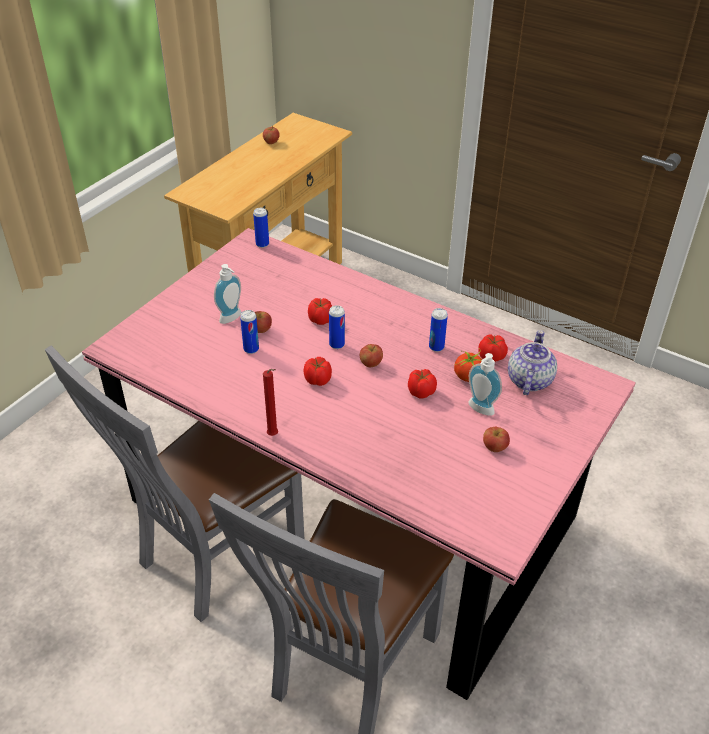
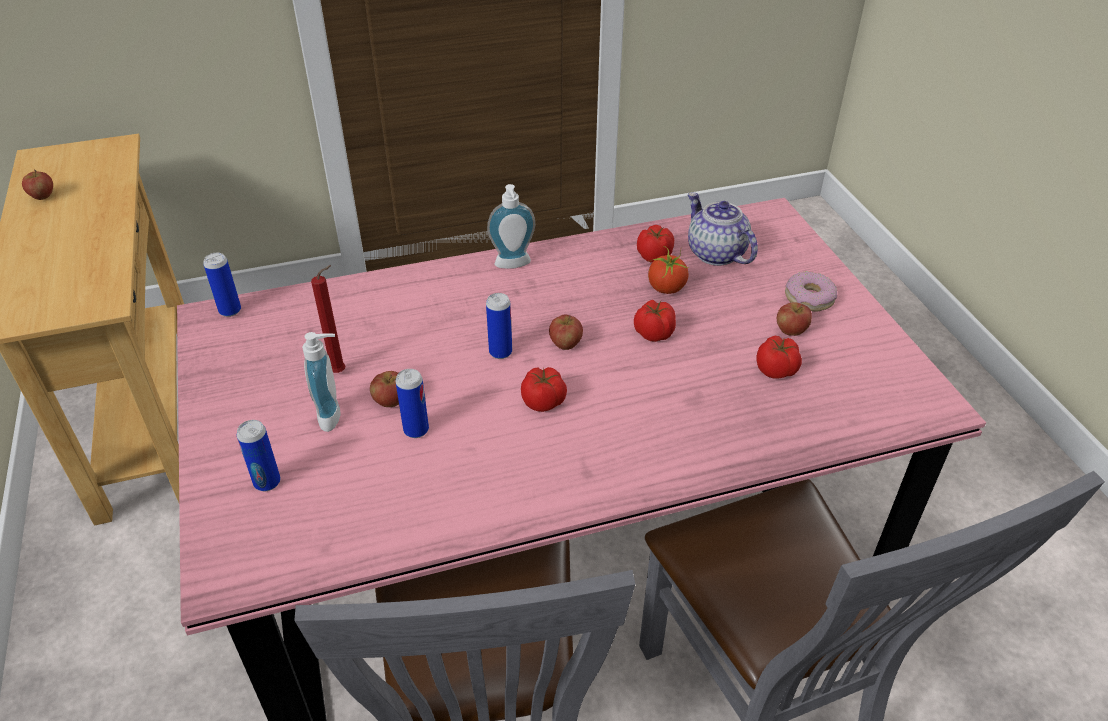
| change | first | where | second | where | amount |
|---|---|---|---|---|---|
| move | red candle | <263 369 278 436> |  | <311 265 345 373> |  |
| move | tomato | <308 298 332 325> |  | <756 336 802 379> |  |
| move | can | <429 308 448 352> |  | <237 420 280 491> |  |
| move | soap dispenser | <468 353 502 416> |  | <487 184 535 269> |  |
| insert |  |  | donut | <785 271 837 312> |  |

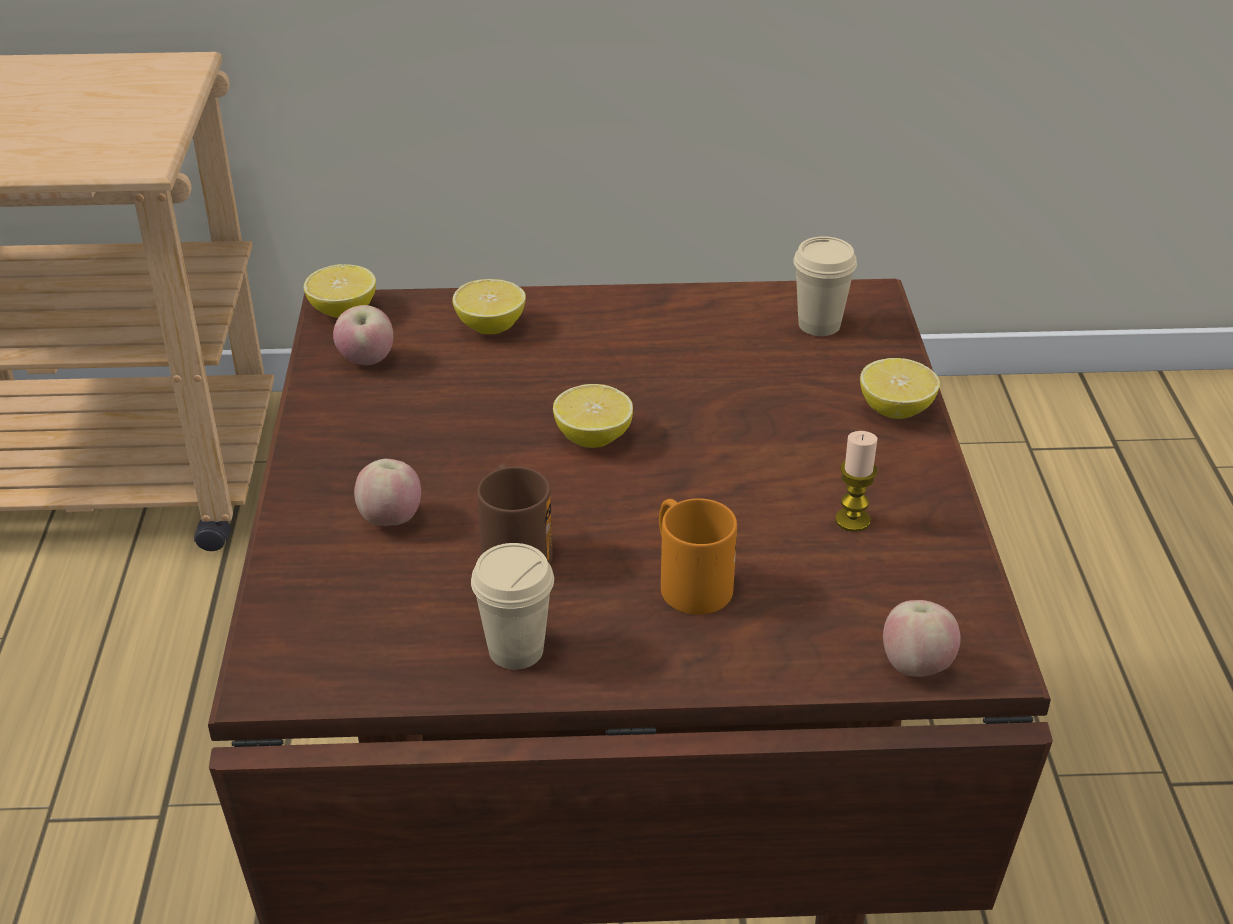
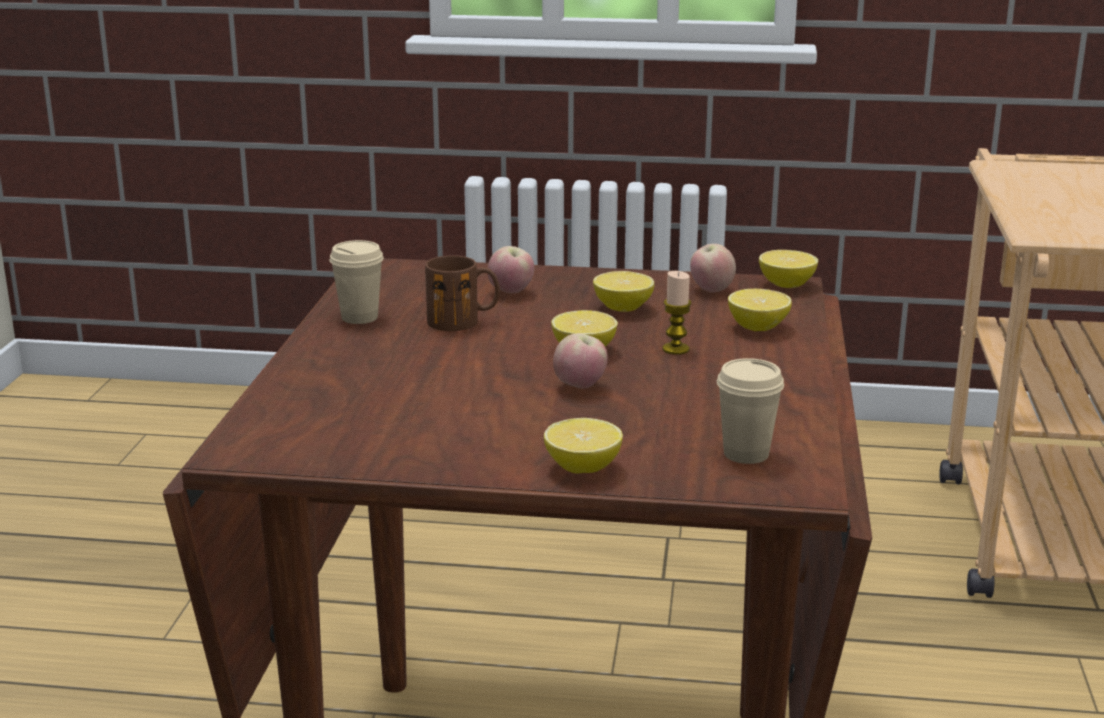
| change | first | where | second | where | amount |
|---|---|---|---|---|---|
| delete | orange mug | <659 498 737 615> |  |  |  |
| move | candle | <835 431 878 532> |  | <662 271 692 355> |  |
| move | apple | <883 600 961 677> |  | <553 333 608 389> |  |
| insert |  |  | lemon | <593 271 654 312> |  |

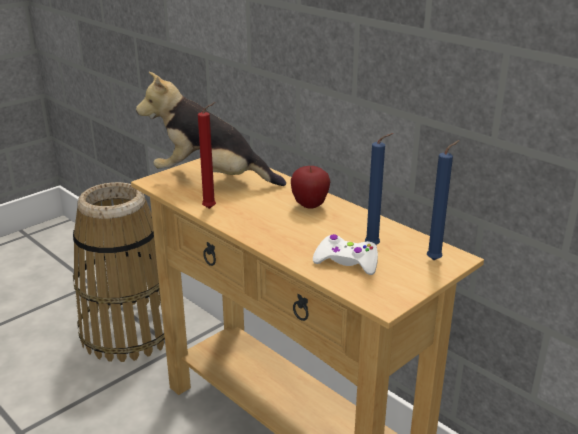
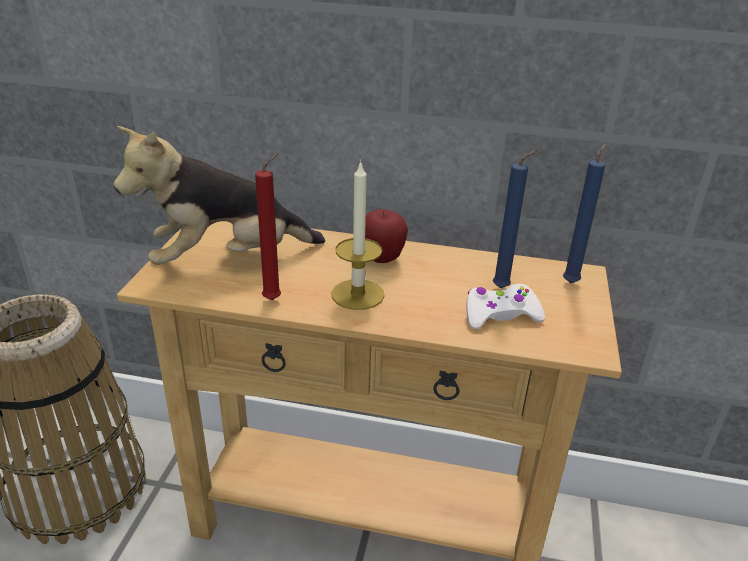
| change | first | where | second | where | amount |
|---|---|---|---|---|---|
| insert |  |  | candle | <331 160 385 310> |  |

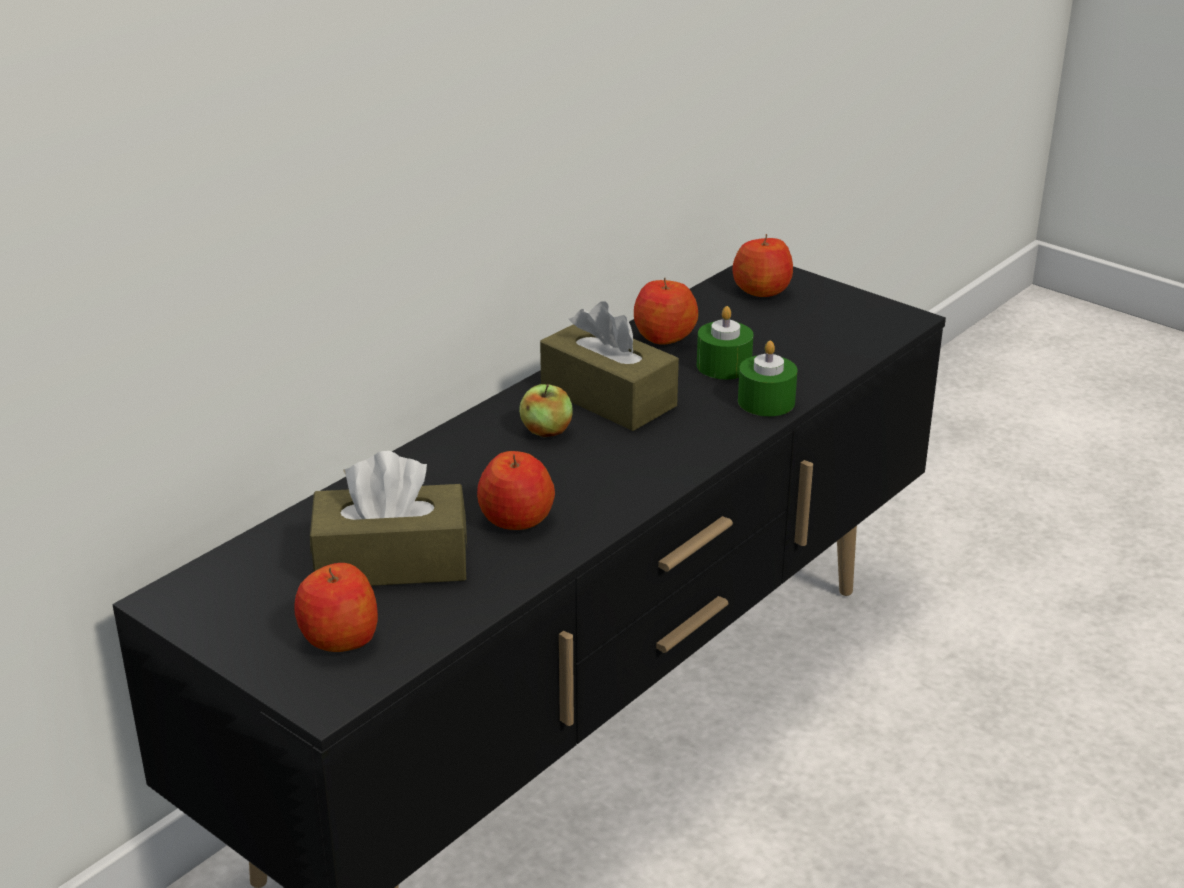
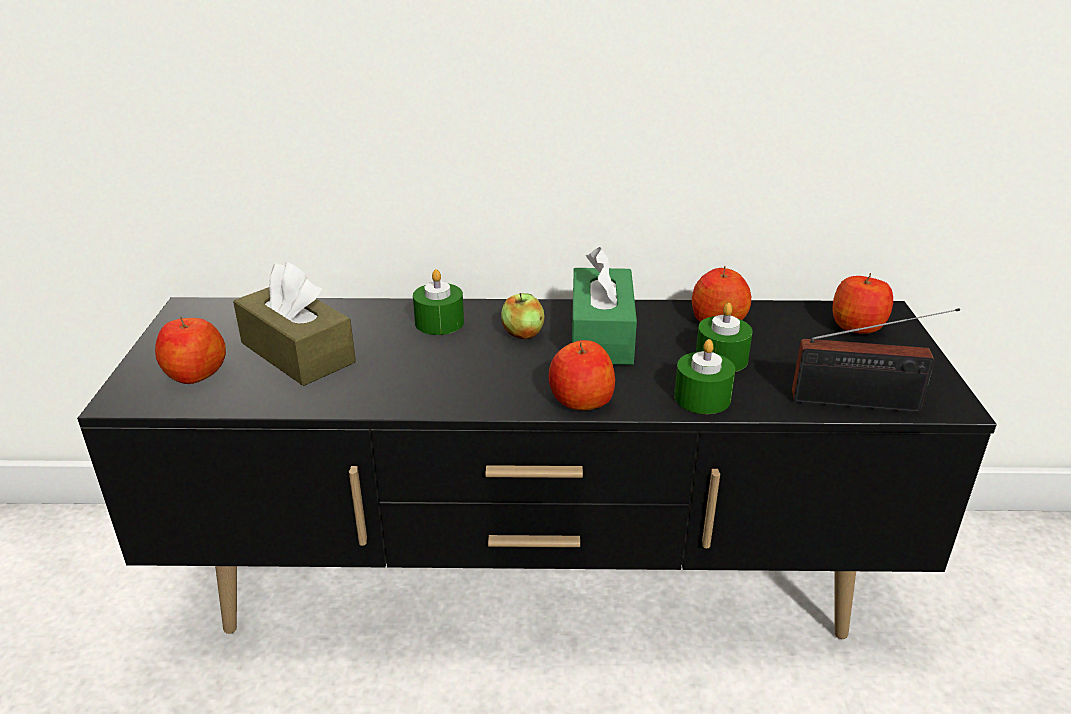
| change | first | where | second | where | amount |
|---|---|---|---|---|---|
| move | apple | <477 451 555 530> |  | <549 340 615 410> |  |
| recolor | brown tissue box | <540 301 679 431> | green tissue box | <572 247 637 365> |  |
| insert |  |  | green candle | <413 269 464 335> |  |
| insert |  |  | radio | <792 308 960 412> |  |

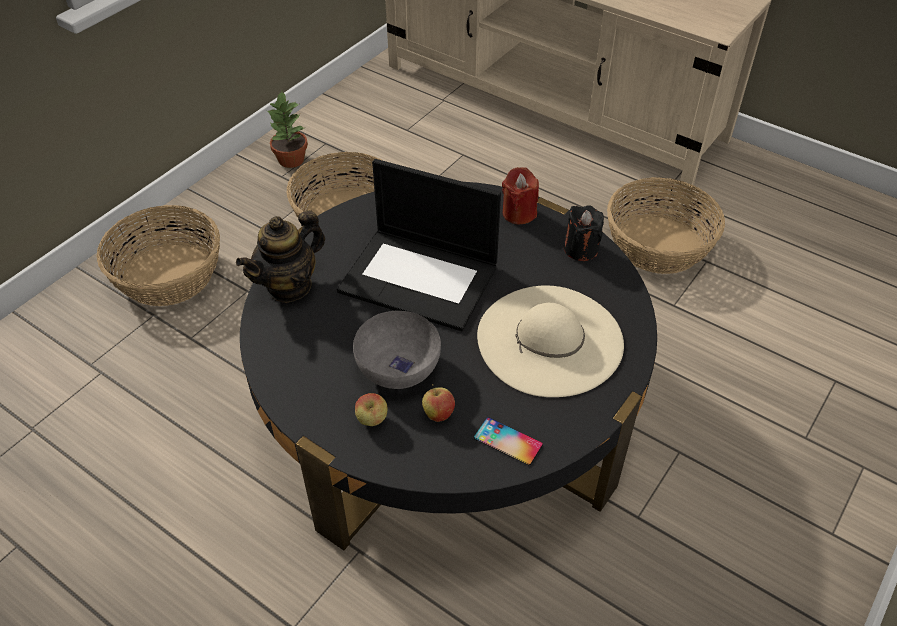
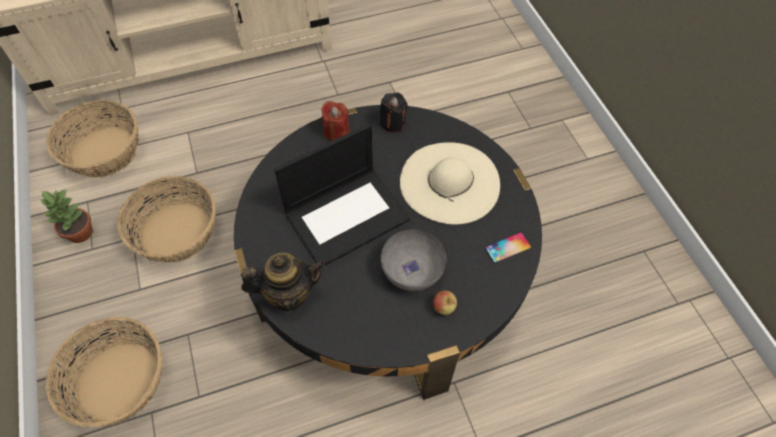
| change | first | where | second | where | amount |
|---|---|---|---|---|---|
| rotate | teapot | <236 210 325 303> |  | <241 253 325 311> | 90 degrees counterclockwise |
| delete | apple | <422 384 455 422> |  |  |  |
| move | basket | <607 177 725 274> |  | <46 100 139 177> |  |

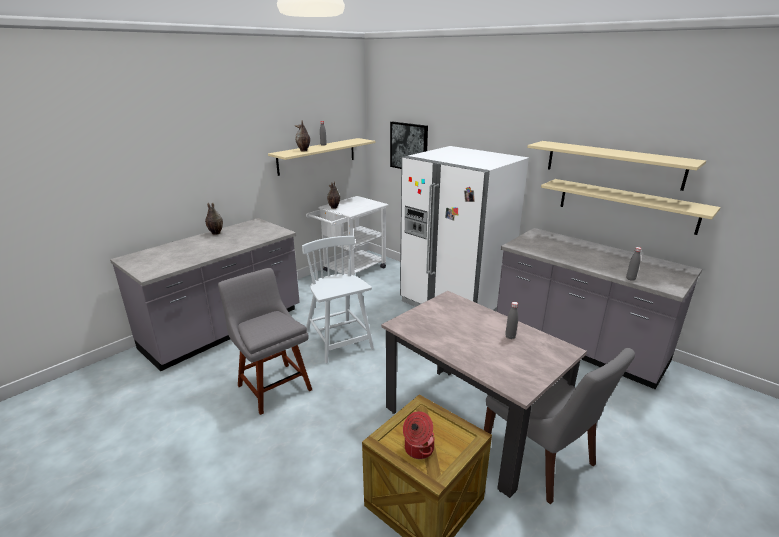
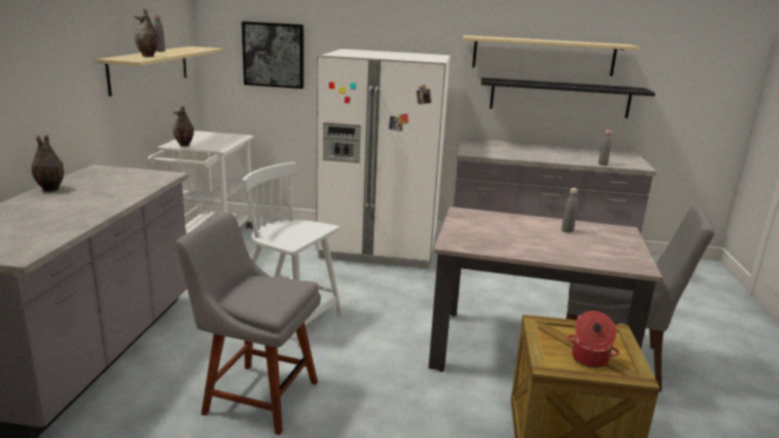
| change | first | where | second | where | amount |
|---|---|---|---|---|---|
| recolor | beige shelf | <541 179 721 235> | black shelf | <481 78 655 118> |  |

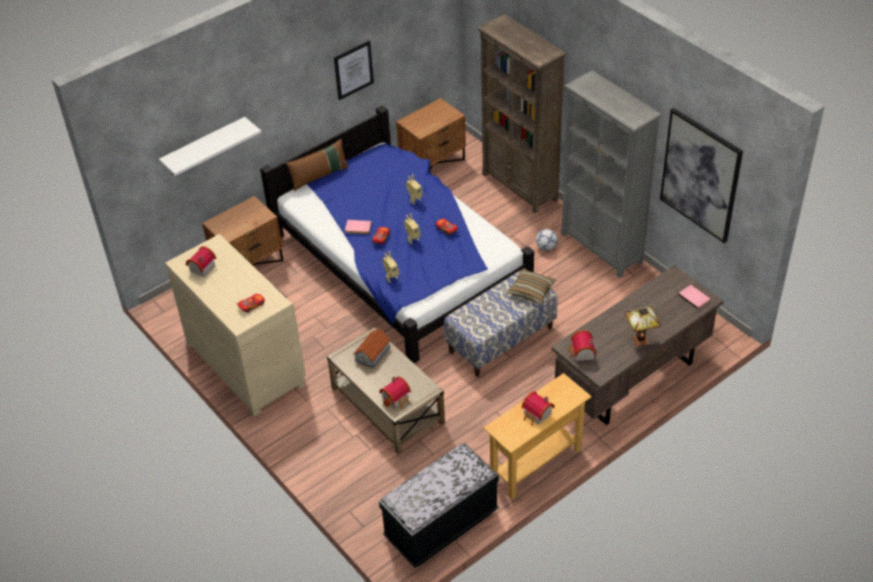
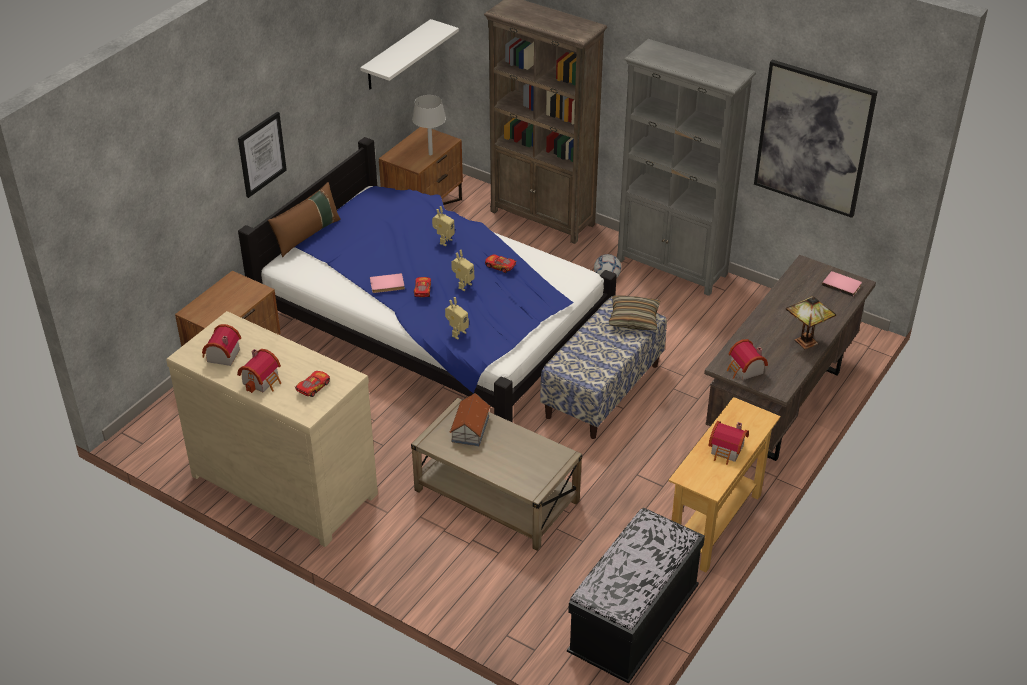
| change | first | where | second | where | amount |
|---|---|---|---|---|---|
| move | white shelf | <159 117 261 176> |  | <360 19 459 89> |  |
| move | picture | <334 41 374 100> |  | <238 112 287 198> |  |
| move | toy house | <379 377 411 409> |  | <237 349 281 393> |  |
| insert |  |  | grey table lamp | <412 95 446 155> |  |

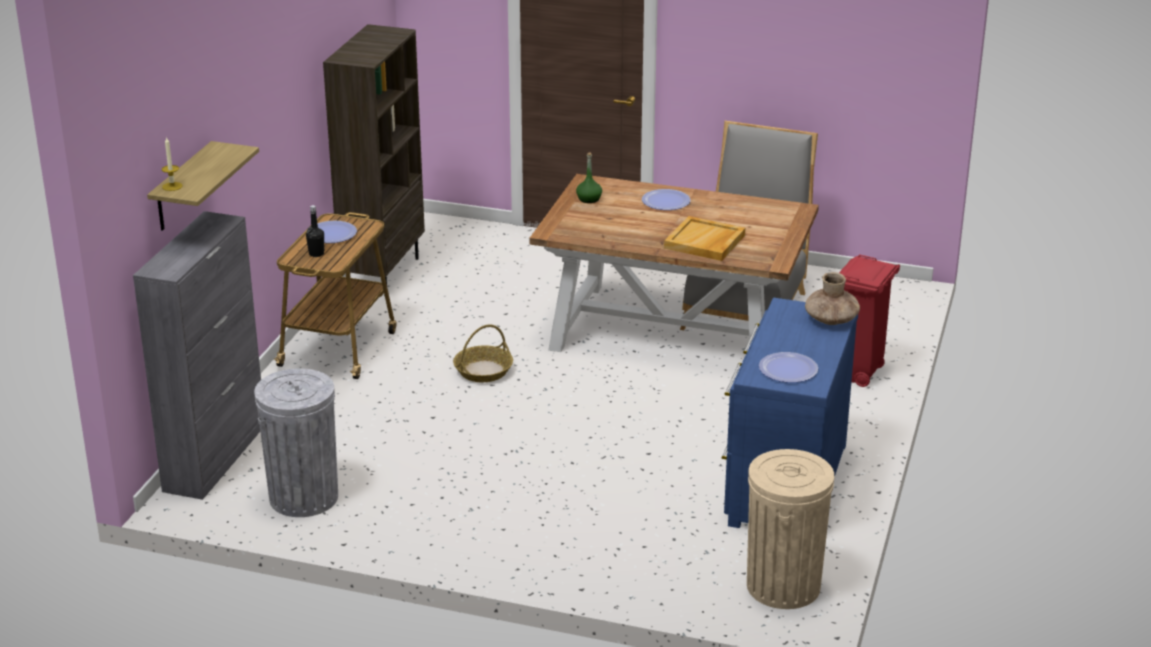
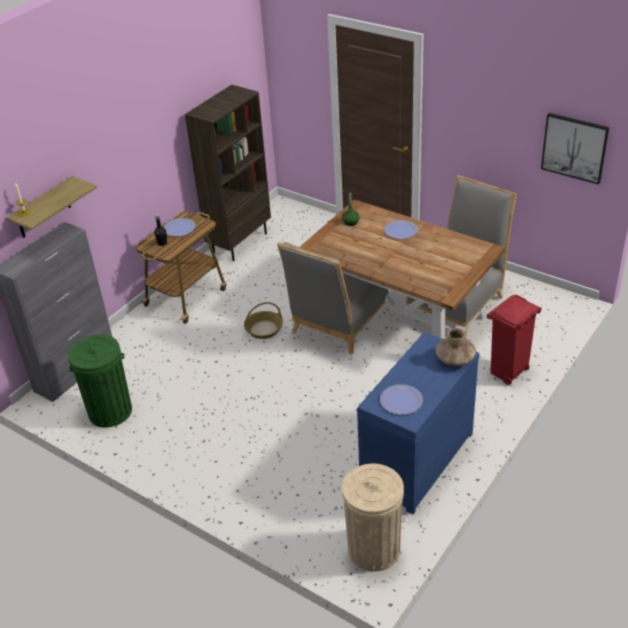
| change | first | where | second | where | amount |
|---|---|---|---|---|---|
| recolor | grey trash can | <254 368 338 517> | green trash can | <68 334 132 428> |  |
| delete | beige tray | <664 216 745 261> |  |  |  |
| insert |  |  | grey chair | <277 242 389 355> |  |
| insert |  |  | picture | <541 113 609 185> |  |

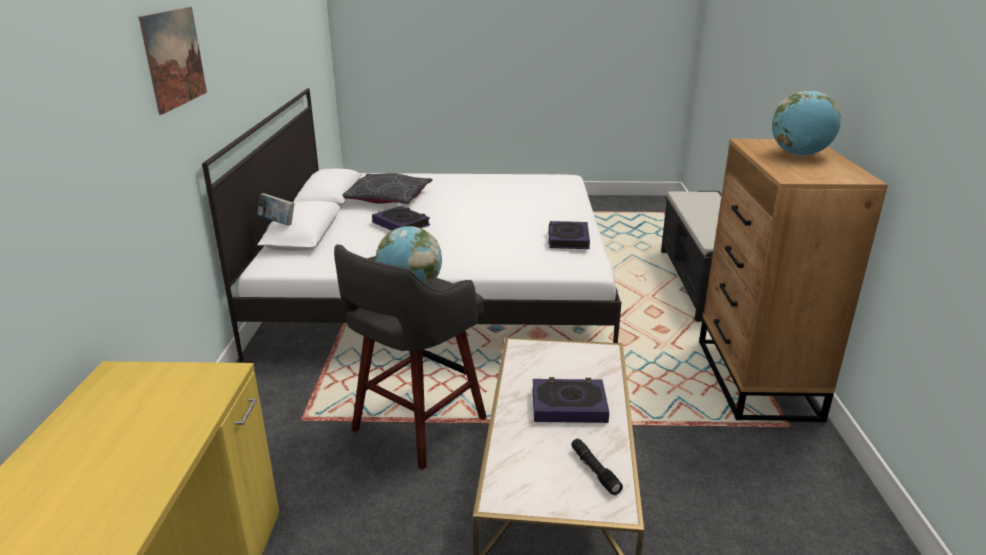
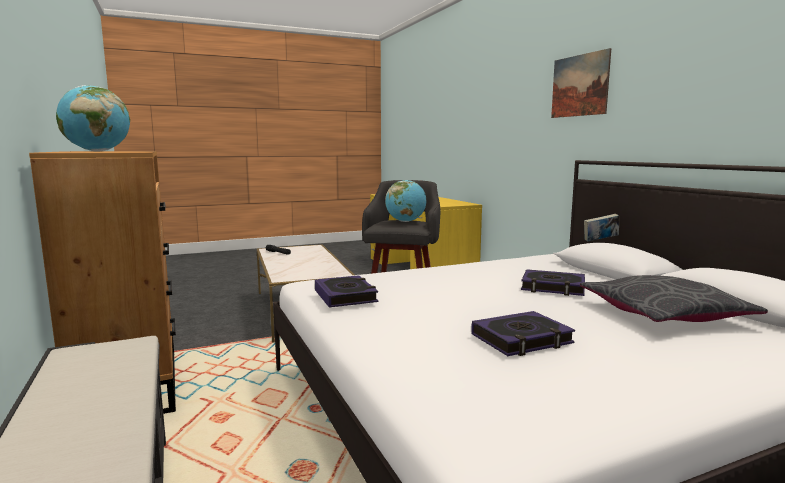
| change | first | where | second | where | amount |
|---|---|---|---|---|---|
| move | book | <532 377 609 423> |  | <471 311 575 356> |  |

